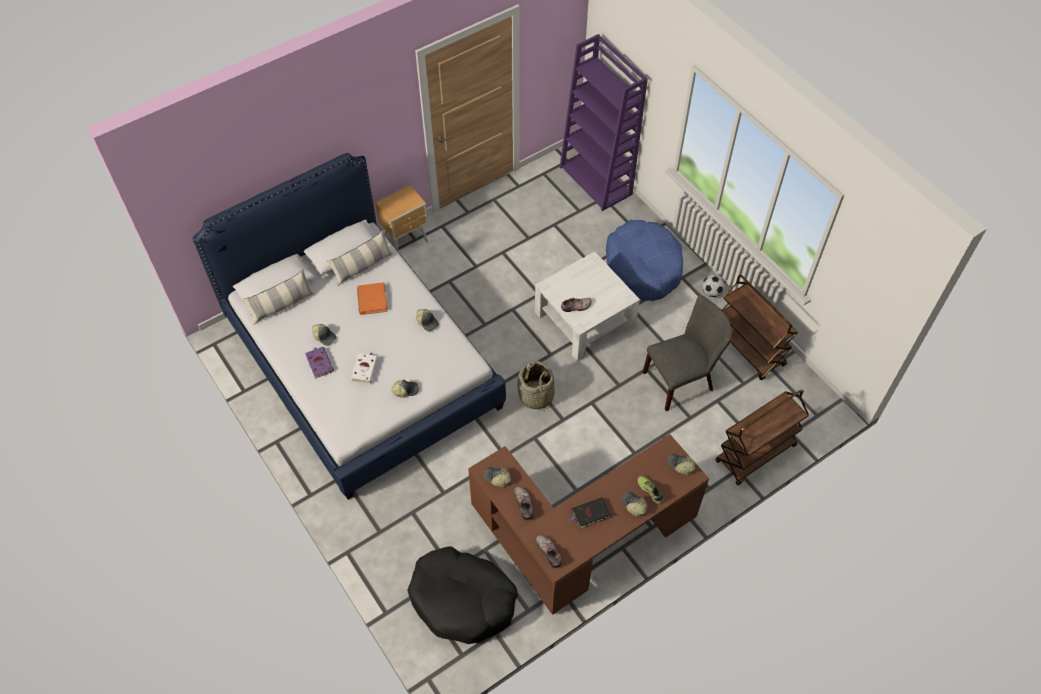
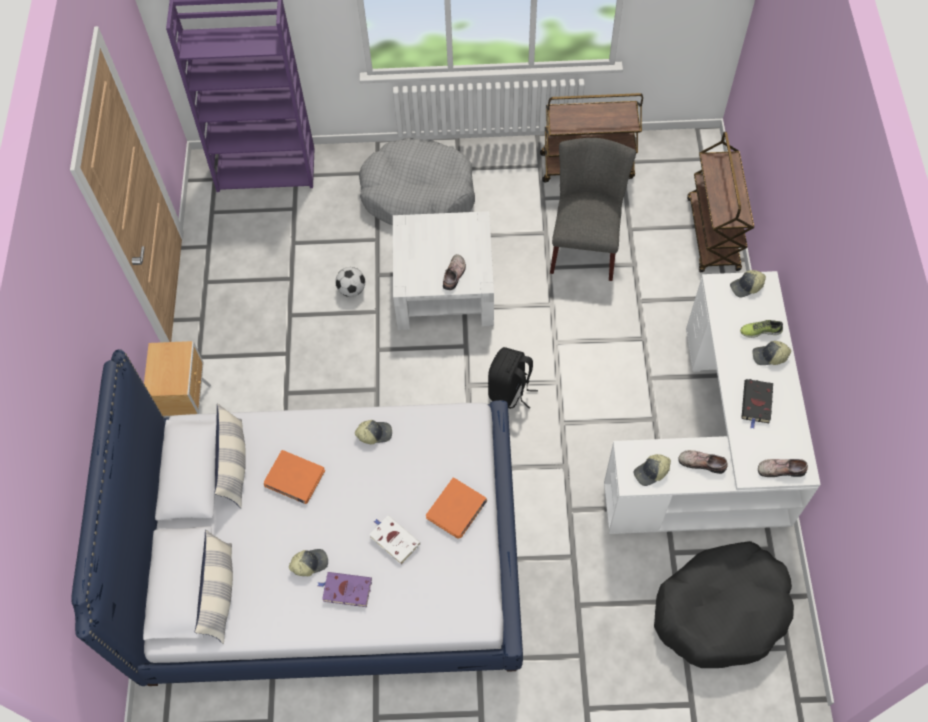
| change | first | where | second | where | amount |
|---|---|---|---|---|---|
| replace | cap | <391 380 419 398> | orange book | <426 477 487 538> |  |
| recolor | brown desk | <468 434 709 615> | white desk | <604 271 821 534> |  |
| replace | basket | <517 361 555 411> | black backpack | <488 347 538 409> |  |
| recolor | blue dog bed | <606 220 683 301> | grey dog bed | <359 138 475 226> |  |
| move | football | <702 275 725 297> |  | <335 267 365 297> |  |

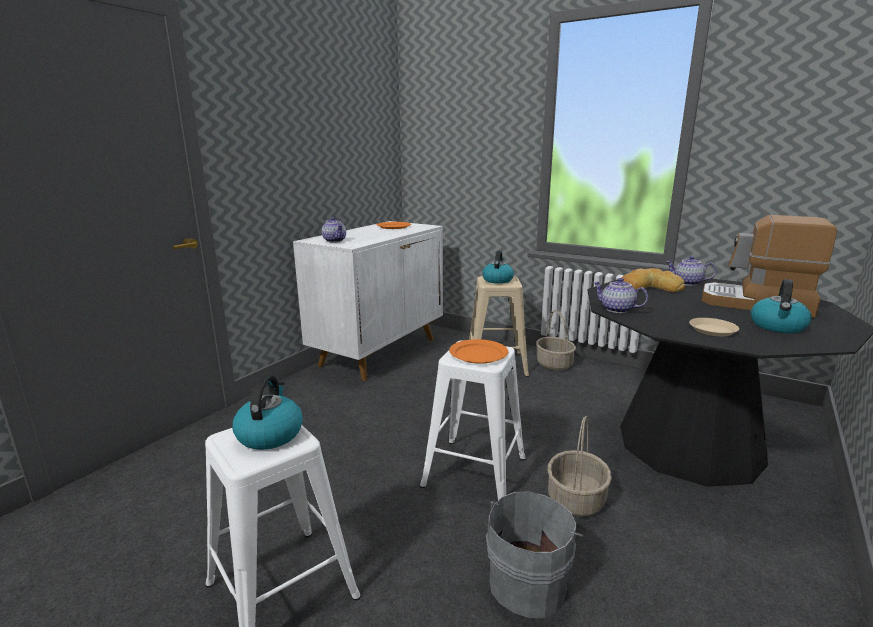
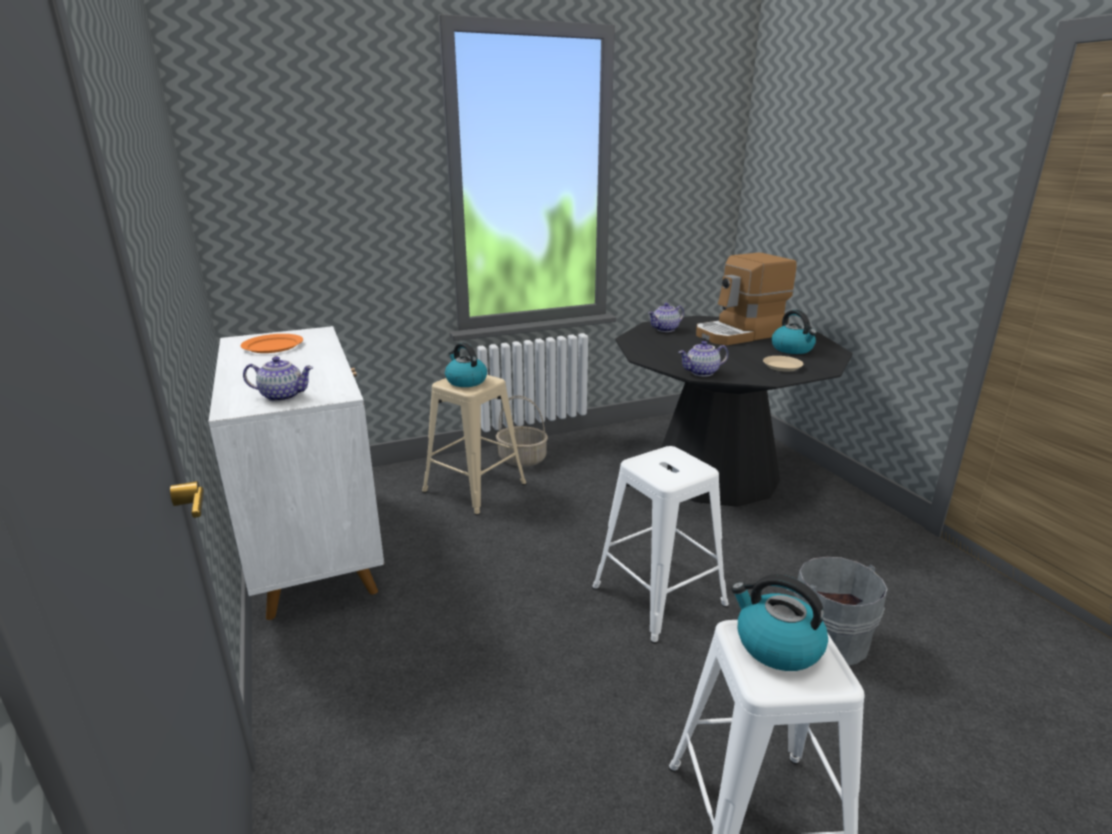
| change | first | where | second | where | amount |
|---|---|---|---|---|---|
| delete | orange plate | <449 339 508 364> |  |  |  |
| delete | basket | <548 416 612 517> |  |  |  |
| delete | bread | <622 268 686 292> |  |  |  |

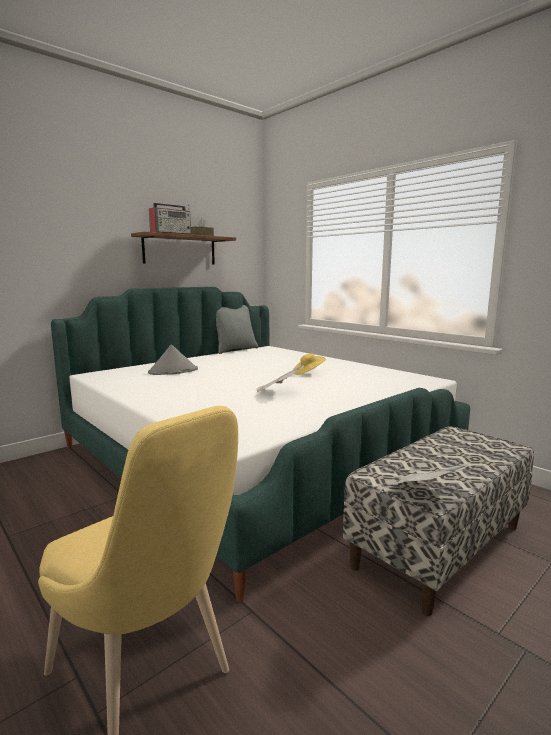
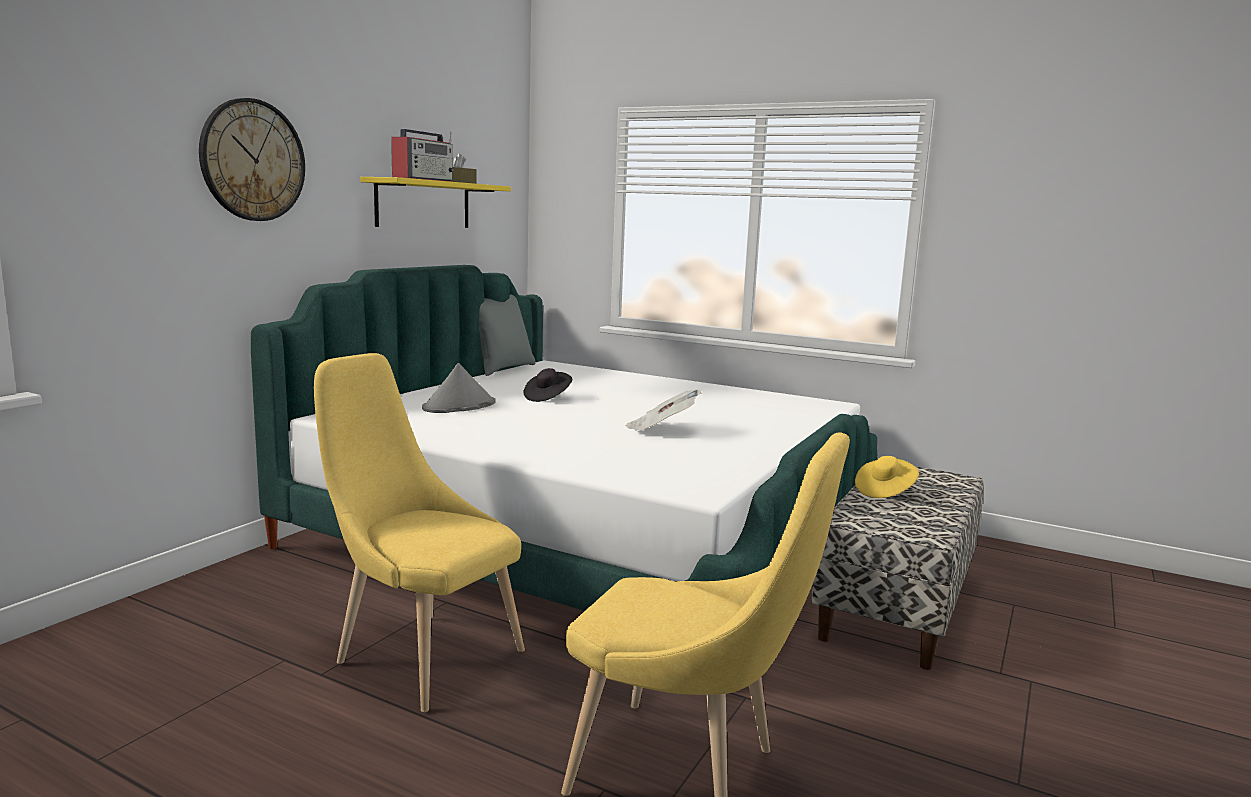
| change | first | where | second | where | amount |
|---|---|---|---|---|---|
| recolor | brown shelf | <131 232 236 264> | yellow shelf | <360 177 511 228> |  |
| move | yellow hat | <293 353 326 375> |  | <855 456 919 498> |  |
| delete | newspaper | <390 464 468 485> |  |  |  |
| insert |  |  | wall clock | <199 98 305 221> |  |
| insert |  |  | yellow chair | <314 353 525 712> |  |
| insert |  |  | black hat | <524 368 572 402> |  |

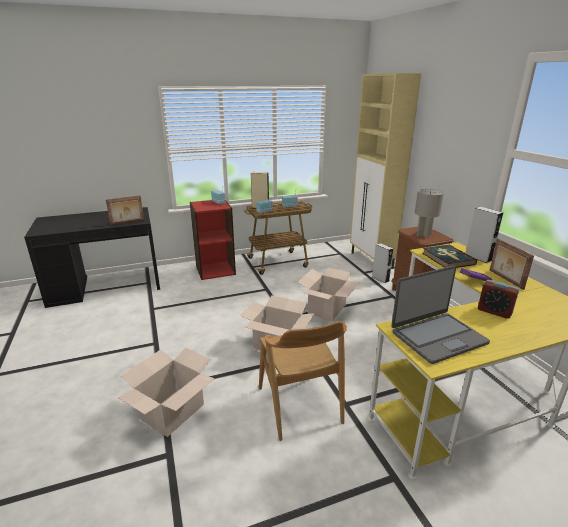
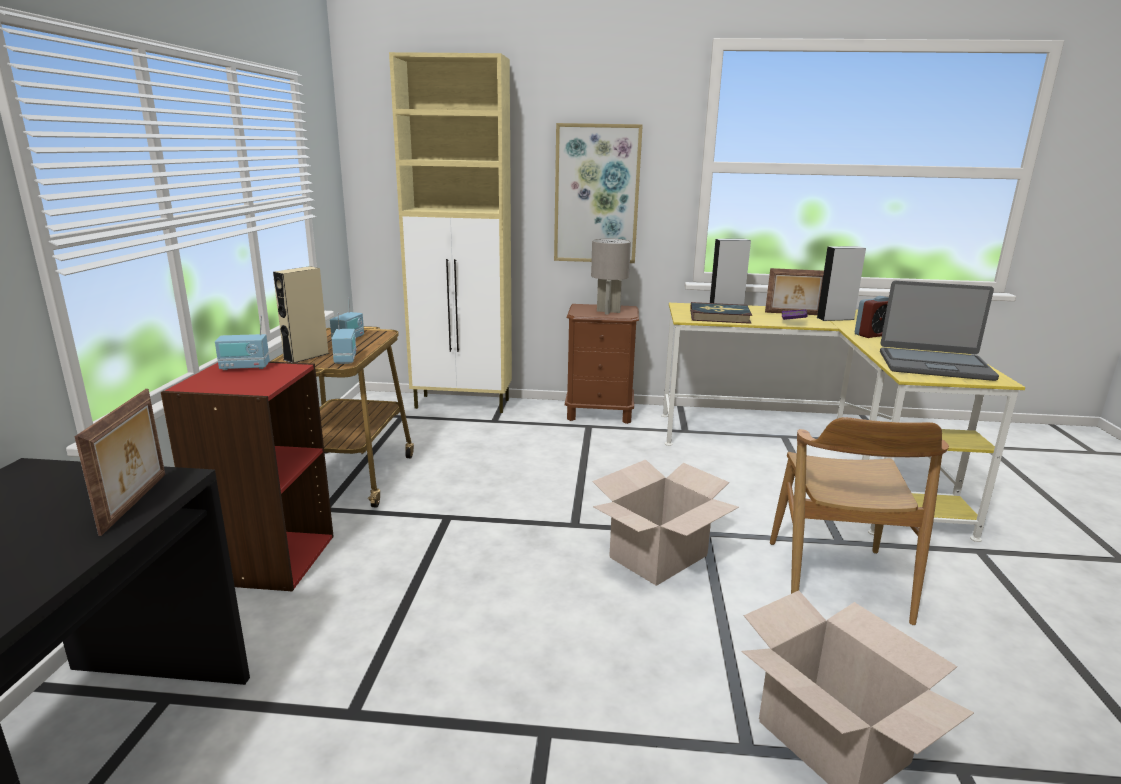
| change | first | where | second | where | amount |
|---|---|---|---|---|---|
| rotate | brown chair | <259 321 347 441> |  | <770 417 949 625> | 90 degrees clockwise |
| delete | cardboard box | <297 268 360 321> |  |  |  |
| move | grey speaker | <372 243 393 283> |  | <817 246 866 321> |  |
| rotate | laptop | <391 266 490 364> |  | <880 281 999 381> | 105 degrees clockwise |
| insert |  |  | picture | <554 123 643 263> |  |

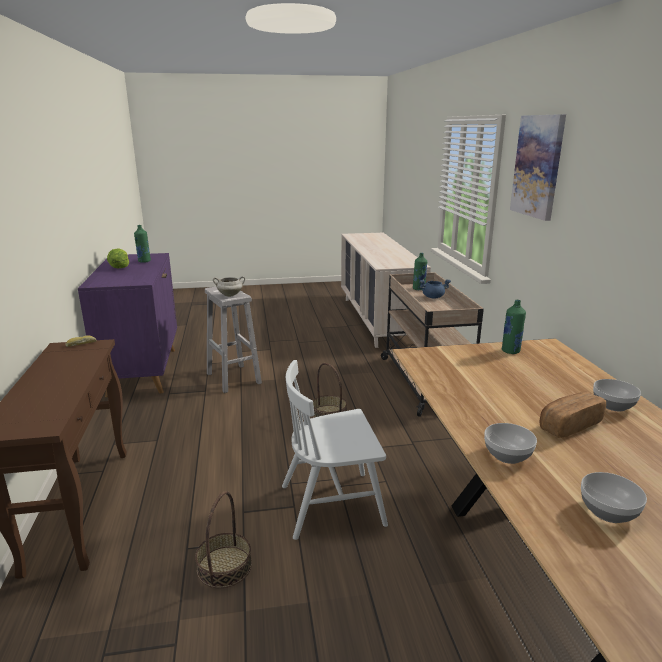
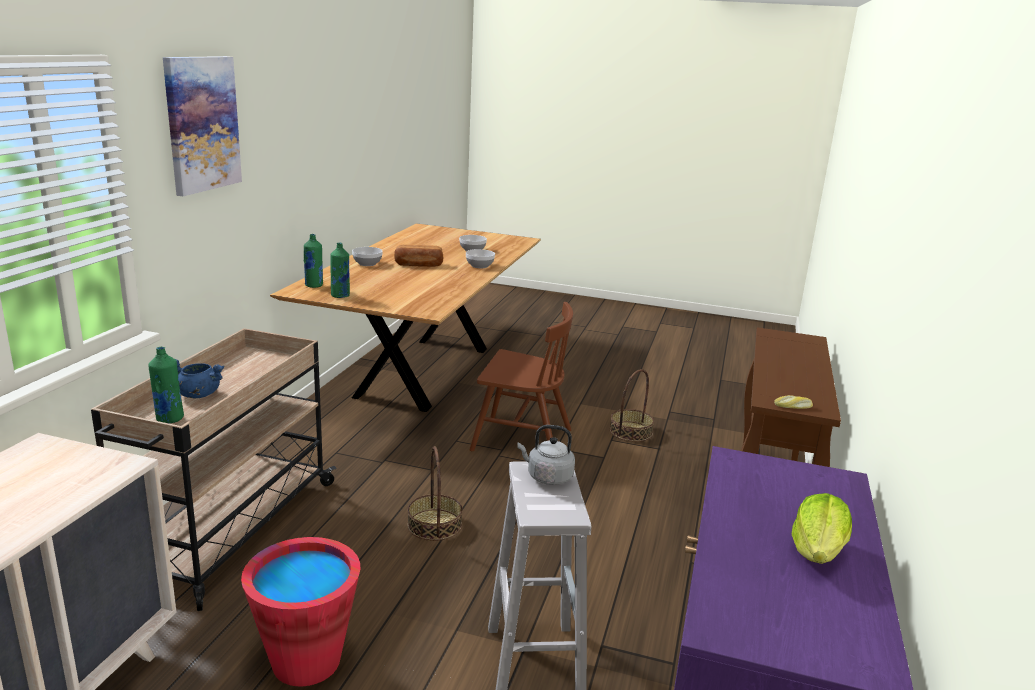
| change | first | where | second | where | amount |
|---|---|---|---|---|---|
| move | green bottle | <134 225 151 263> |  | <304 234 323 288> |  |
| replace | white cooking pot | <213 276 245 297> | grey kettle | <518 425 575 485> |  |
| recolor | white chair | <282 360 388 540> | brown chair | <469 302 573 451> |  |
| insert |  |  | red bucket | <241 537 361 686> |  |

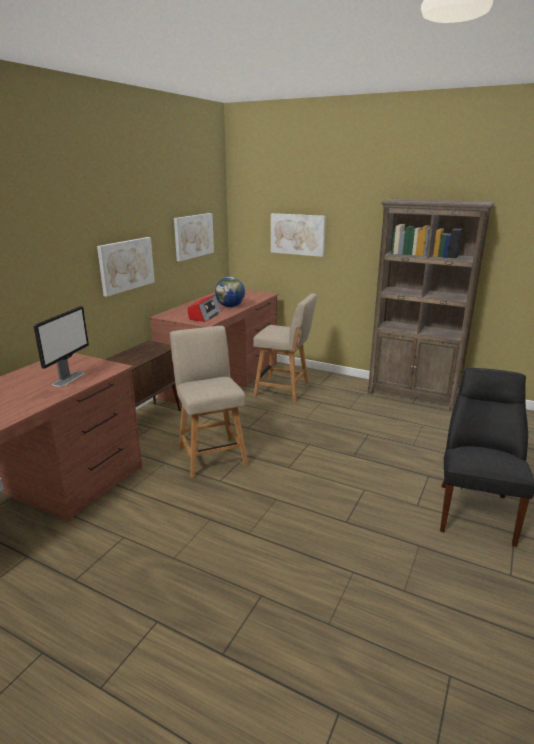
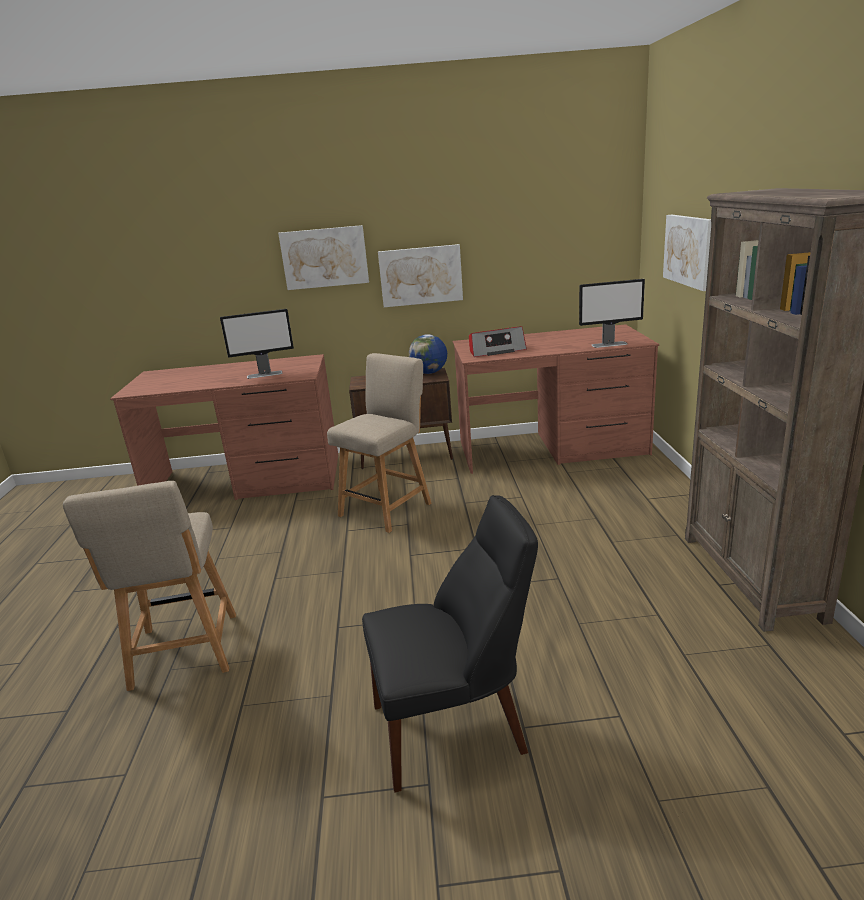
| change | first | where | second | where | amount |
|---|---|---|---|---|---|
| move | picture | <174 213 214 261> |  | <278 225 369 290> |  |
| move | globe | <215 277 245 307> |  | <409 334 447 374> |  |
| move | beige chair | <253 294 317 403> |  | <63 481 236 691> |  |
| insert |  |  | monitor | <579 279 645 348> |  |

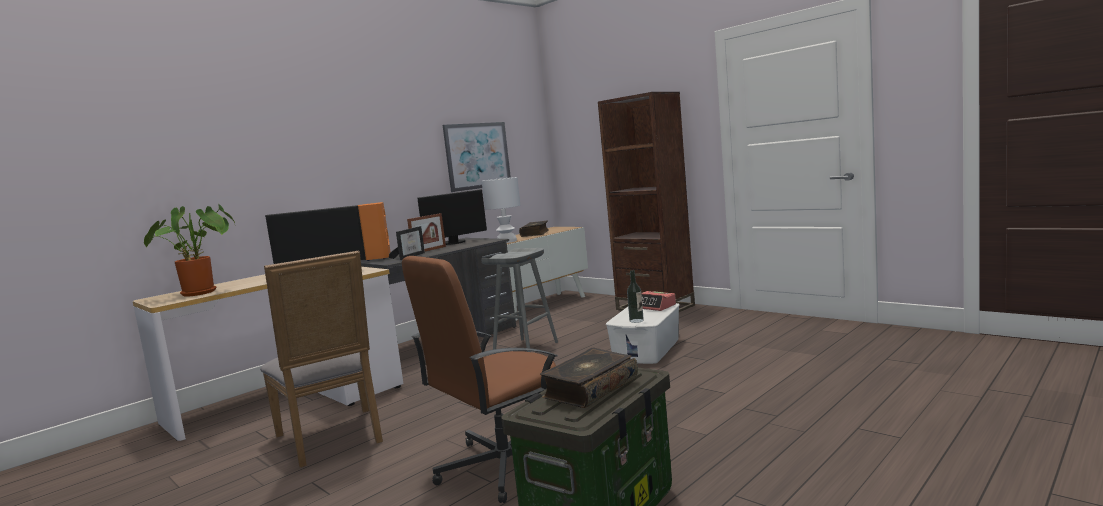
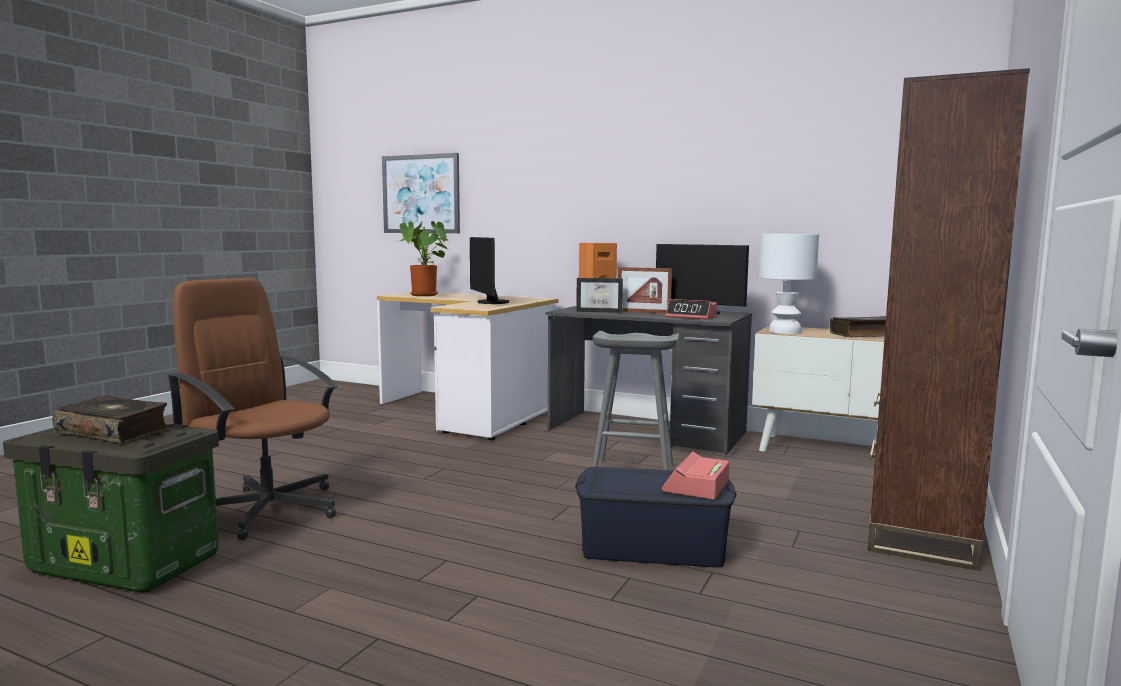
| change | first | where | second | where | amount |
|---|---|---|---|---|---|
| delete | grey chair | <260 251 383 467> |  |  |  |
| move | picture | <443 122 511 192> |  | <382 153 460 234> |  |
| recolor | white storage box | <606 303 680 364> | blue storage box | <575 467 736 567> |  |
| delete | bottle | <627 270 644 323> |  |  |  |
| insert |  |  | alarm clock | <666 299 717 320> |  |

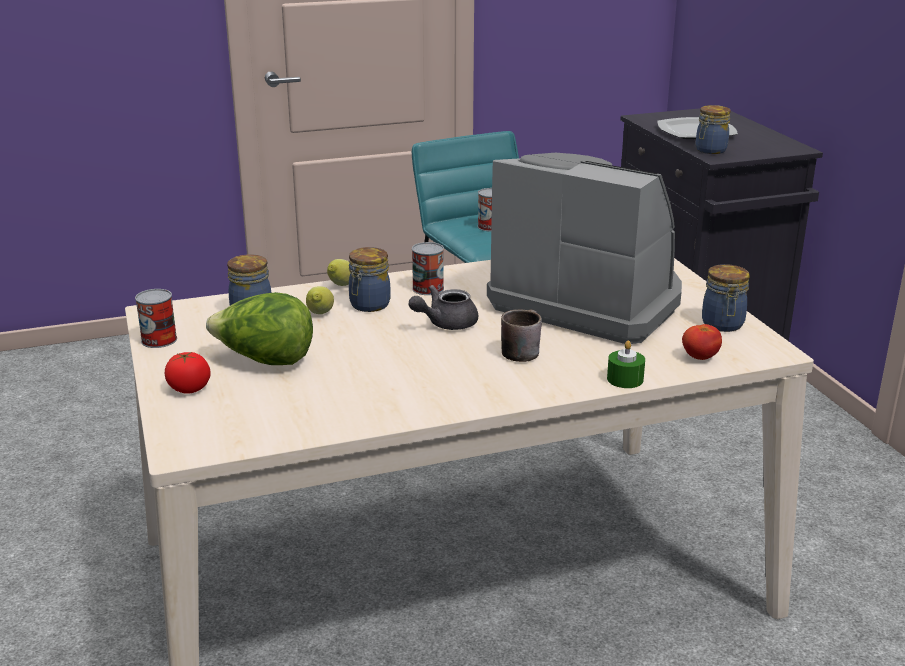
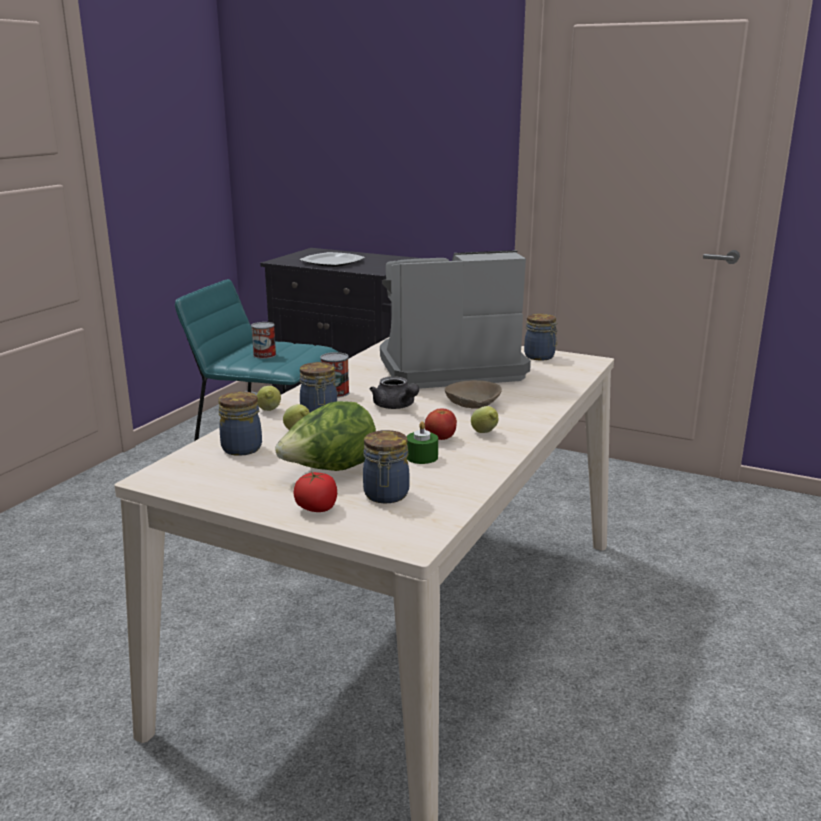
| change | first | where | second | where | amount |
|---|---|---|---|---|---|
| delete | can | <135 289 177 348> |  |  |  |
| rotate | grey teapot | <409 285 478 330> |  | <370 377 419 409> | 45 degrees counterclockwise |
| replace | brown mug | <501 309 542 362> | beige bowl | <445 380 502 409> |  |
| move | green candle | <607 340 645 388> |  | <407 421 438 464> |  |
| move | tomato | <682 324 722 360> |  | <425 409 457 440> |  |
| move | jar | <696 105 731 154> |  | <363 430 410 503> |  |
| insert |  |  | lemon | <471 406 498 433> |  |

